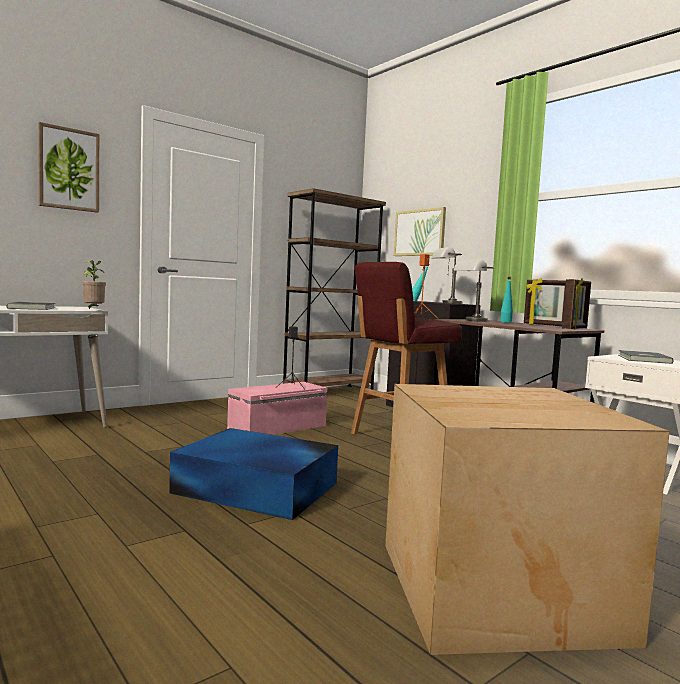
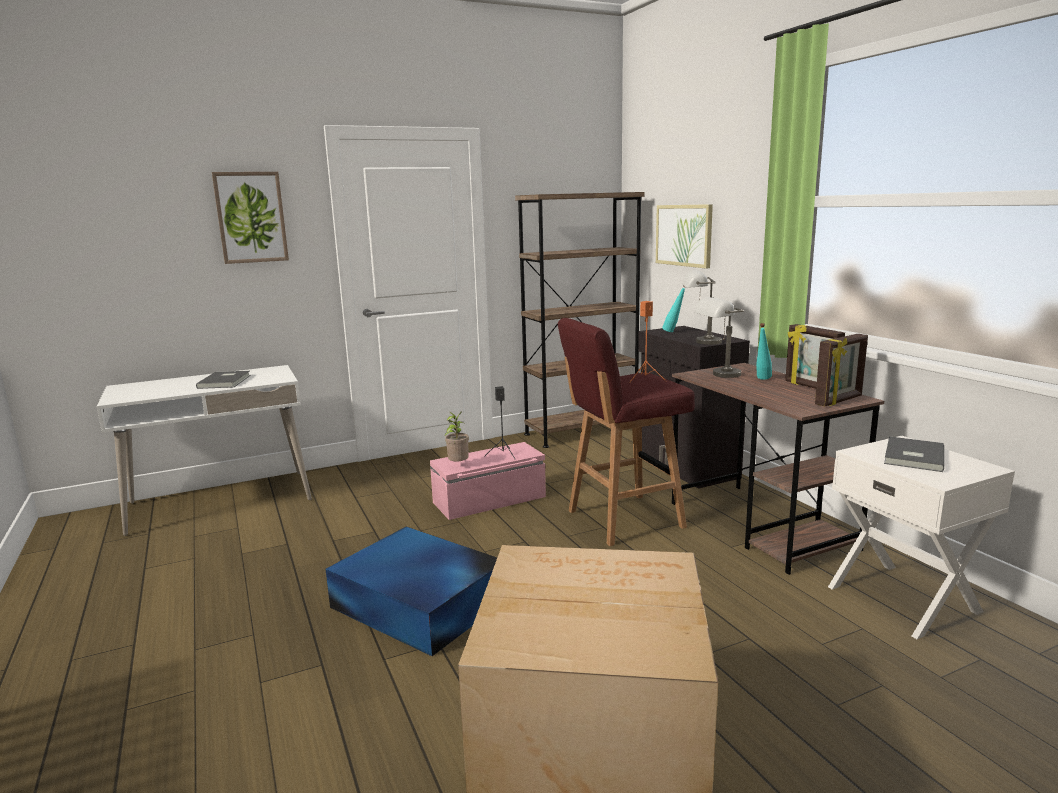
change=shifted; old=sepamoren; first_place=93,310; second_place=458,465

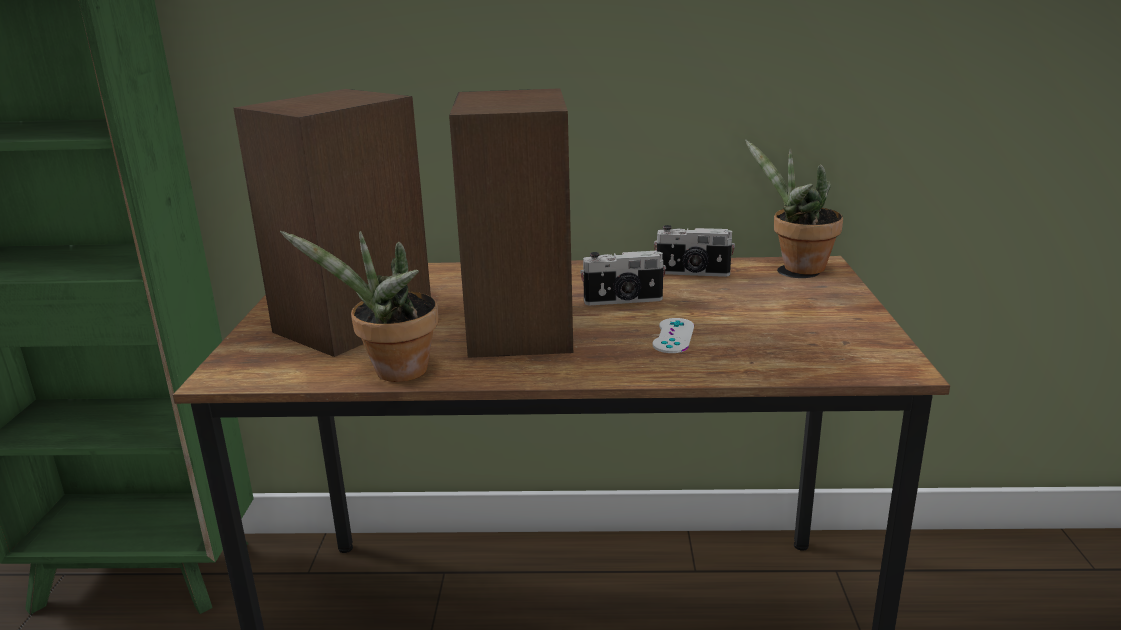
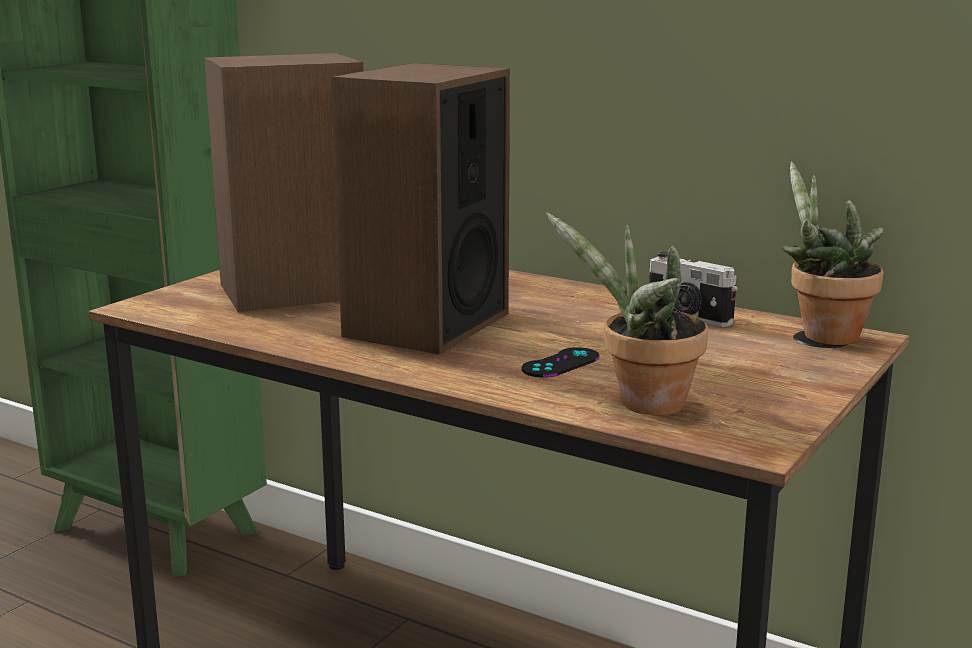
change=gone; old=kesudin; first_place=623,301
change=shifted; old=sepamoren; first_place=393,373; second_place=642,404
change=repainted; old=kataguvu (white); new=kataguvu (black); first_place=673,336; second_place=560,363

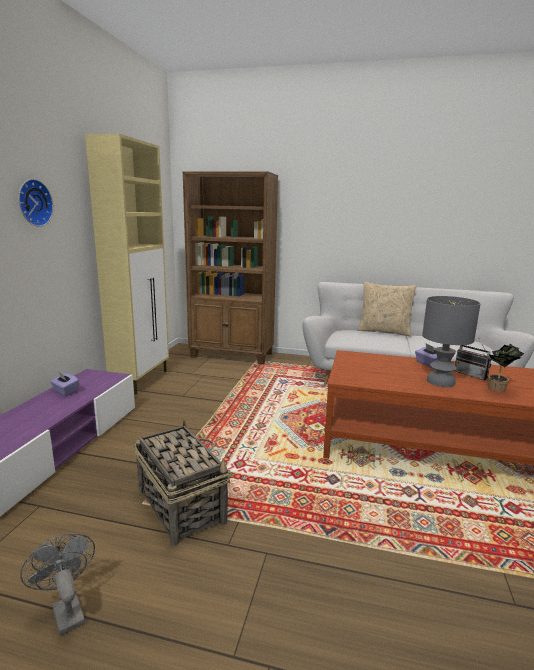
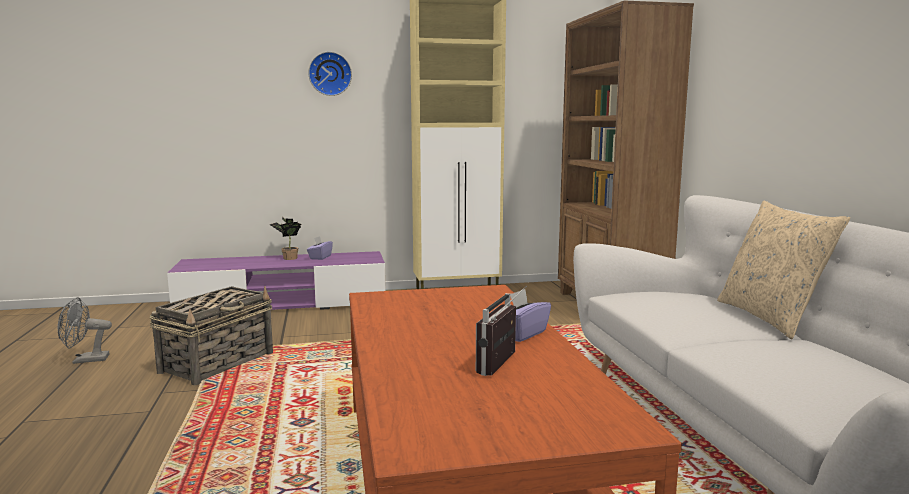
change=gone; old=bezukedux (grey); first_place=441,381
change=shifted; old=sepamoren; first_place=496,389; second_place=288,258
change=rotated; old=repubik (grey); first_place=66,610; second_place=85,360; degrees=-135

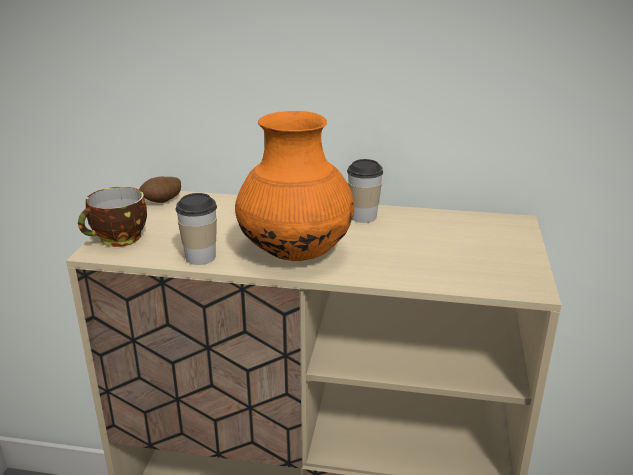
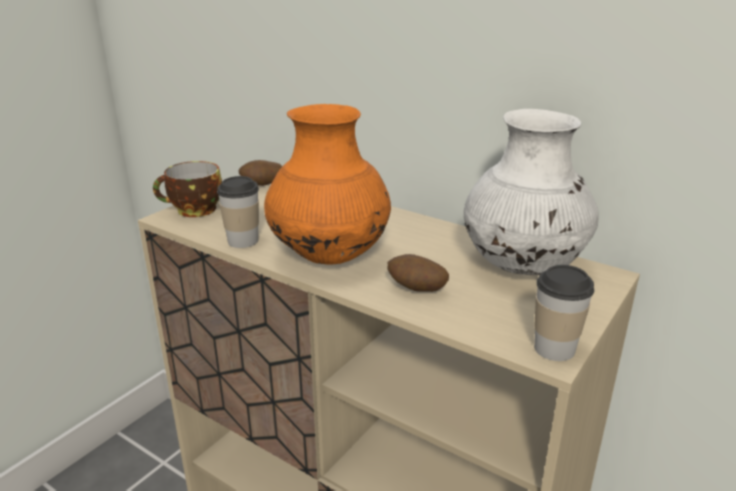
change=new; new=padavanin; second_place=416,289
change=new; new=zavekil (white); second_place=523,268
change=shifted; old=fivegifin; first_place=363,217; second_place=554,348

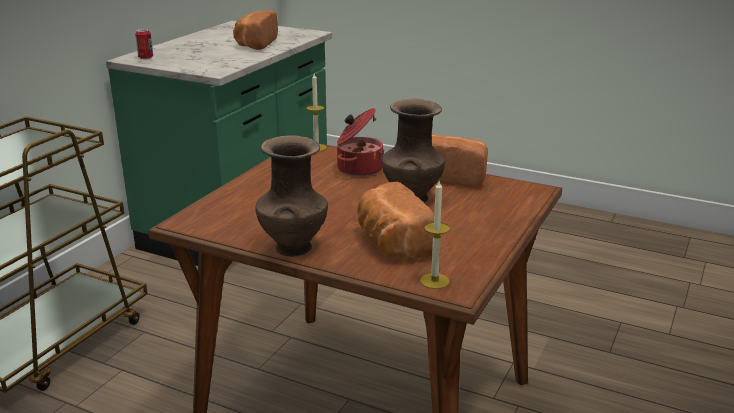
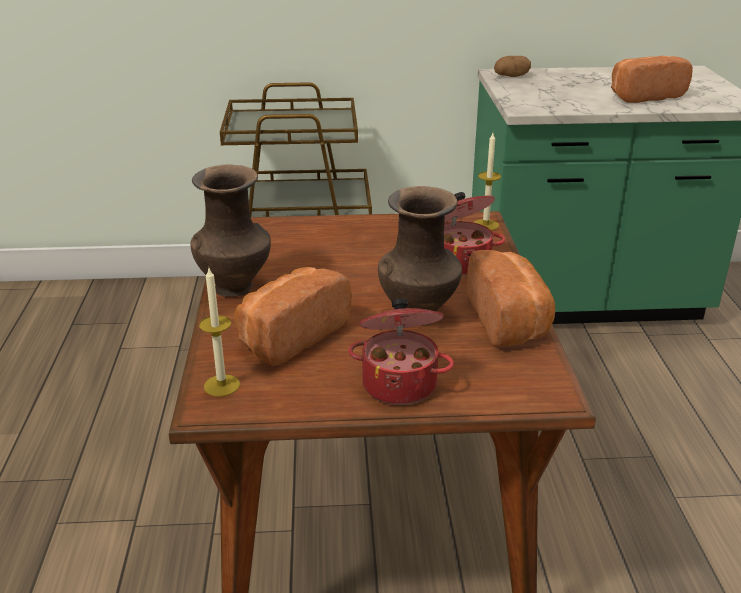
change=new; new=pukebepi; second_place=400,383
change=swapped; old=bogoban; new=padavanin; first_place=145,58; second_place=511,76

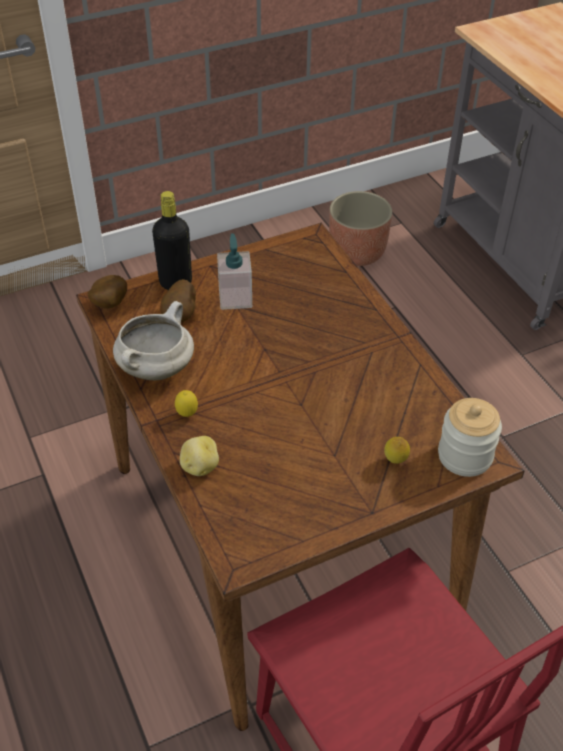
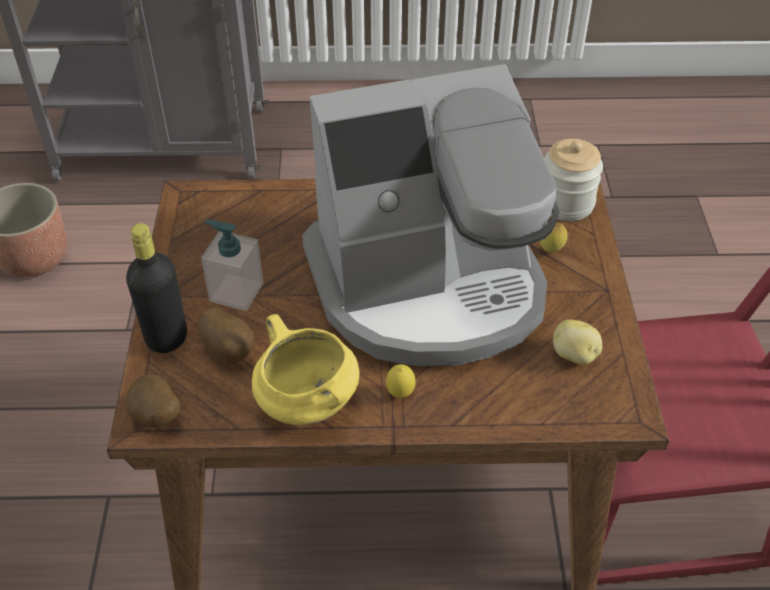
change=new; new=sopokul; second_place=429,287
change=shifted; old=padavanin; first_place=199,466; second_place=574,355
change=repainted; old=pukebepi (white); new=pukebepi (yellow); first_place=156,367; second_place=305,401

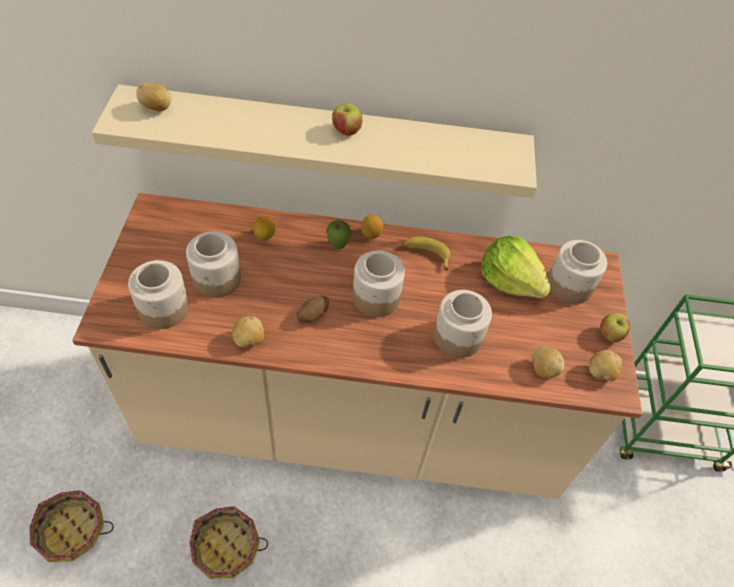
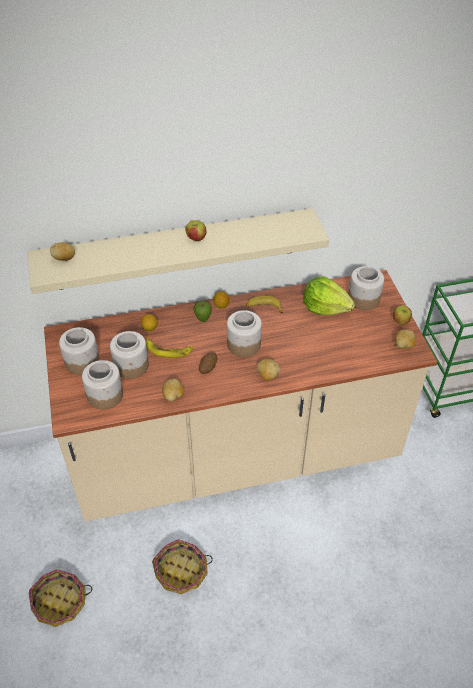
change=new; new=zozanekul; second_place=168,350
change=shifted; old=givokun; first_place=458,336; second_place=82,361
change=shifted; old=padavanin; first_place=542,369; second_place=267,375

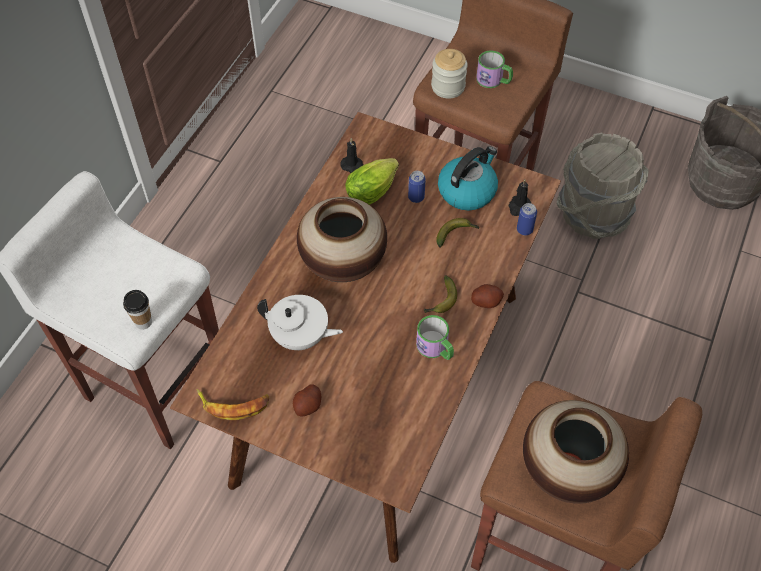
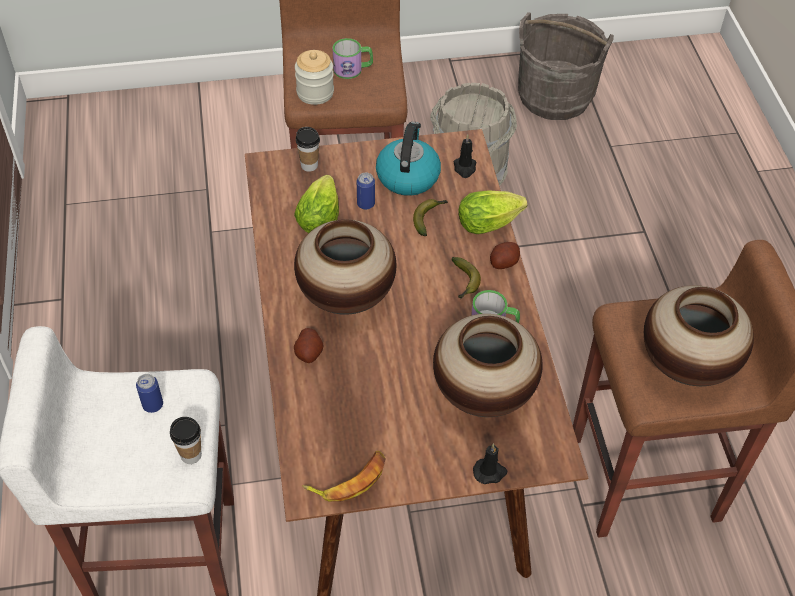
change=gone; old=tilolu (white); first_place=300,337
change=new; new=fivegifin; second_place=309,165
change=new; new=zavekil; second_place=483,393
change=new; new=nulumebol; second_place=491,223
change=shifted; old=padavanin; first_place=308,405; second_place=309,352
change=shifted; old=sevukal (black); first_place=353,166; second_place=490,472
change=shifted; old=bogoban; first_place=524,229; second_place=153,405

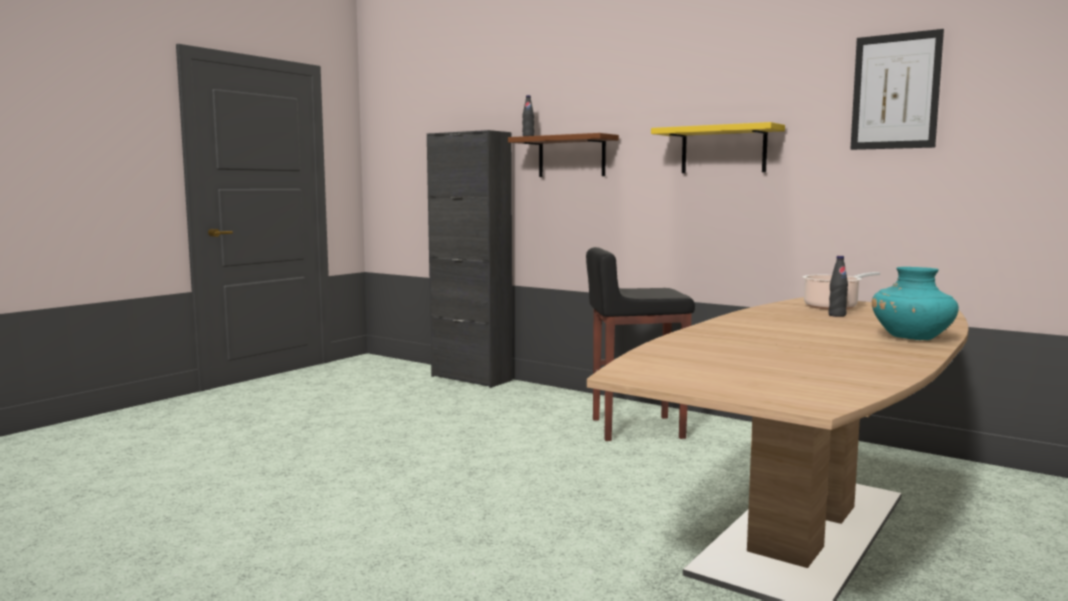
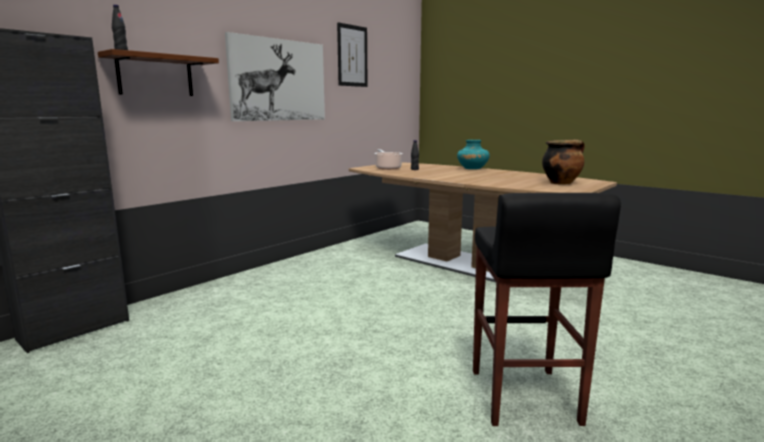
change=new; new=pukebepi; second_place=561,183
change=shifted; old=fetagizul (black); first_place=635,428; second_place=522,397
change=swapped; old=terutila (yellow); new=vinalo; first_place=723,150; second_place=278,80

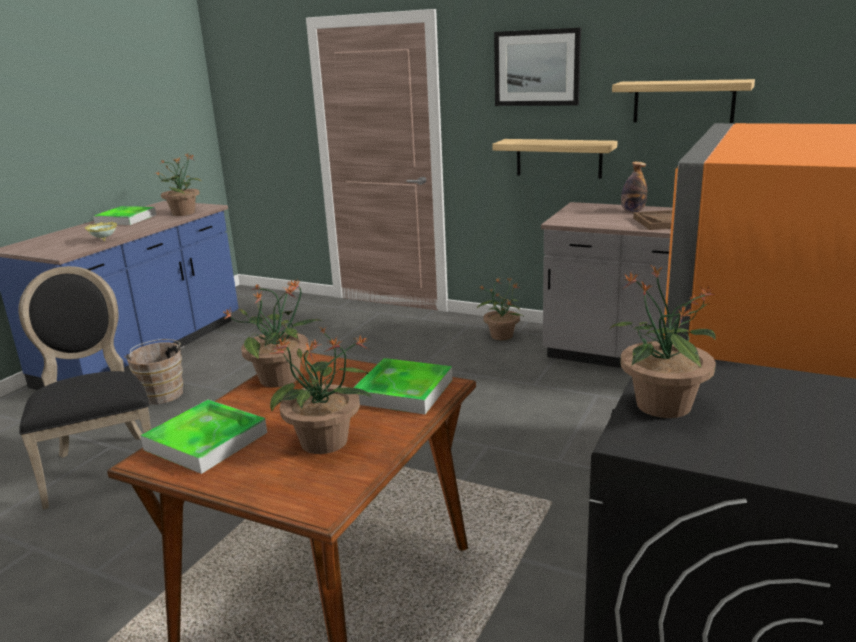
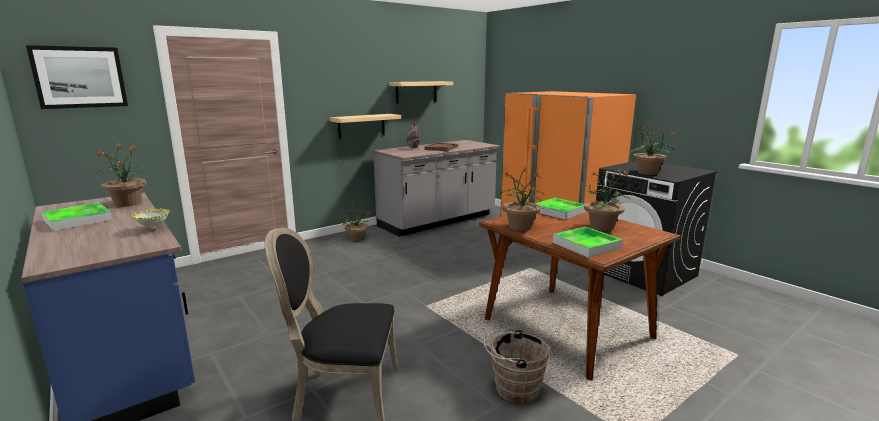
change=shifted; old=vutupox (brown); first_place=162,393; second_place=513,388
change=shifted; old=vinalo; first_place=537,68; second_place=80,77

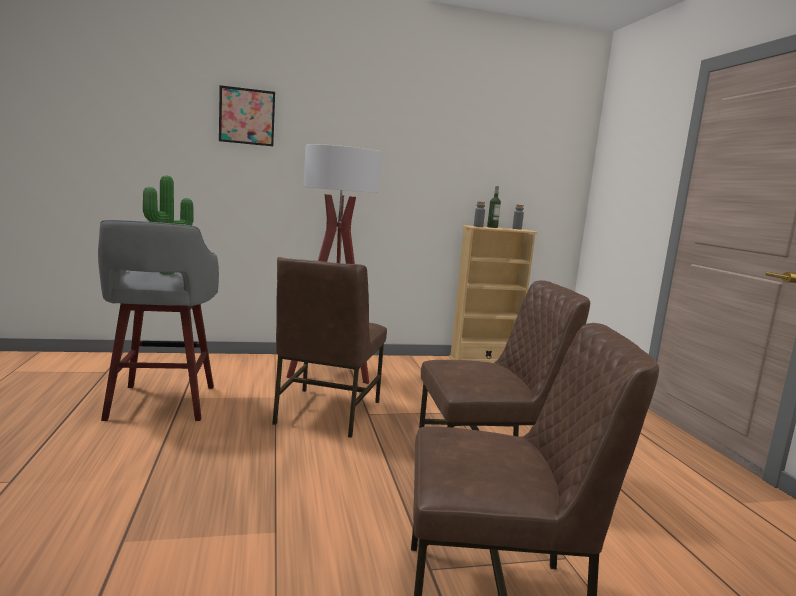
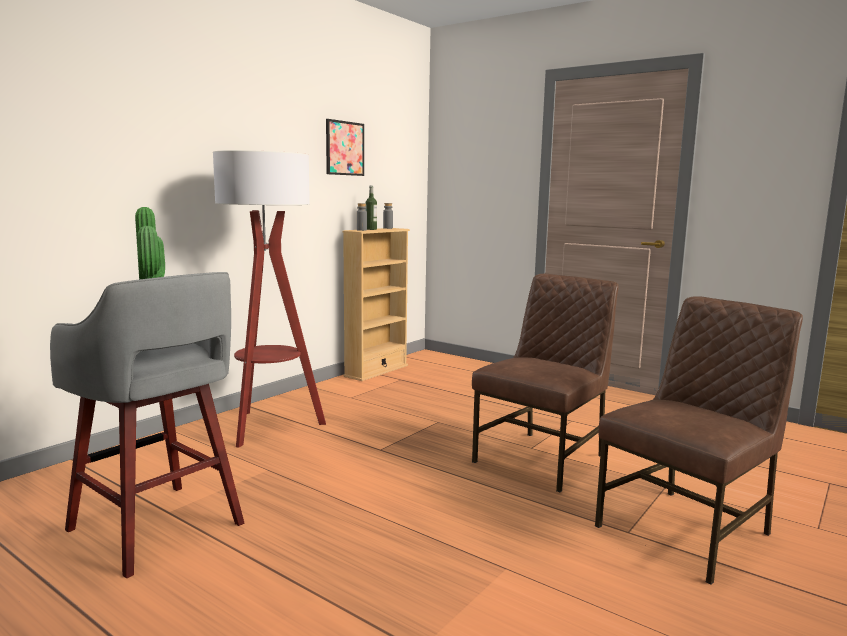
change=gone; old=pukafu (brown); first_place=326,412
change=shifted; old=vinalo; first_place=247,116; second_place=344,148

